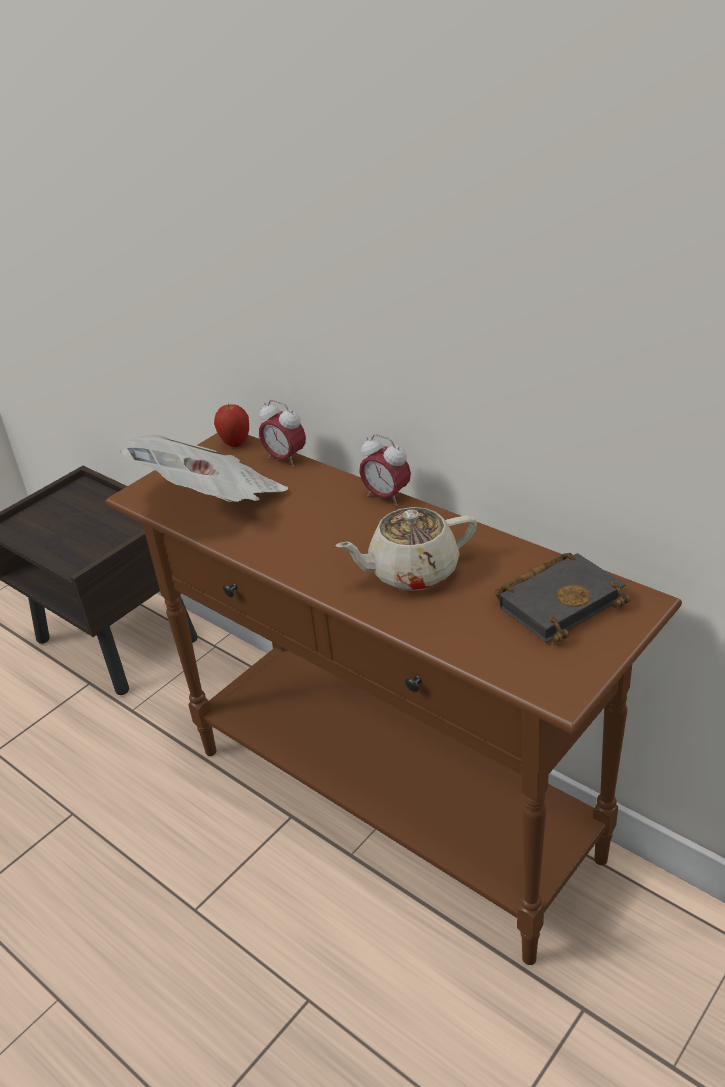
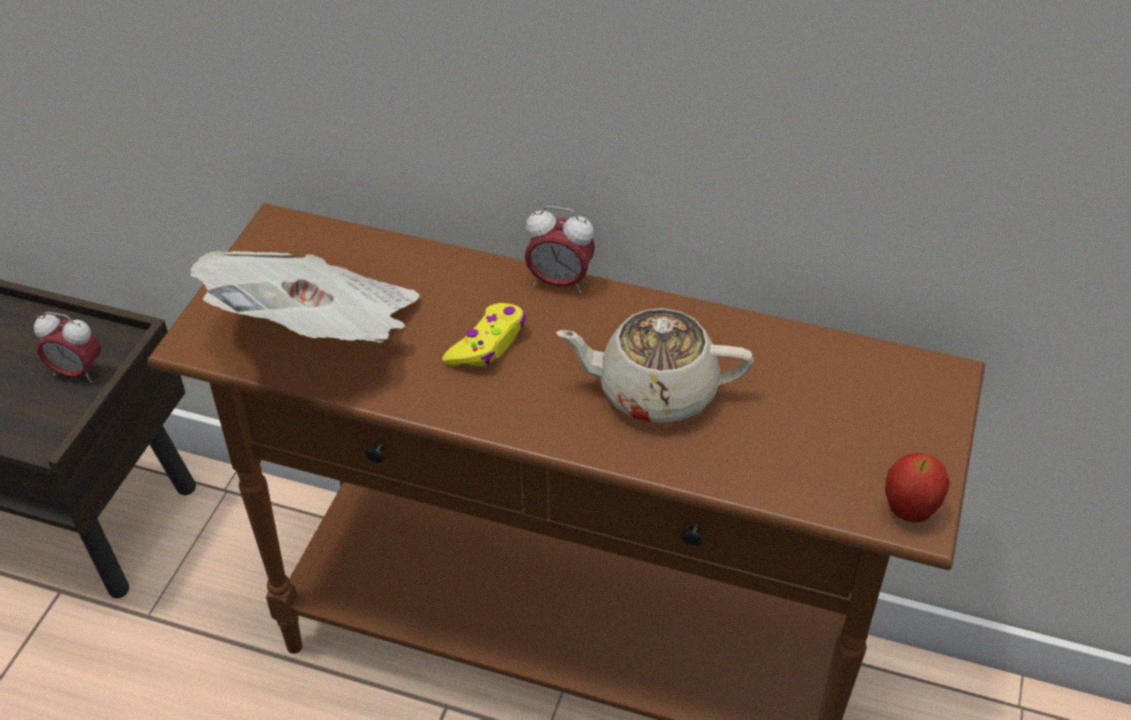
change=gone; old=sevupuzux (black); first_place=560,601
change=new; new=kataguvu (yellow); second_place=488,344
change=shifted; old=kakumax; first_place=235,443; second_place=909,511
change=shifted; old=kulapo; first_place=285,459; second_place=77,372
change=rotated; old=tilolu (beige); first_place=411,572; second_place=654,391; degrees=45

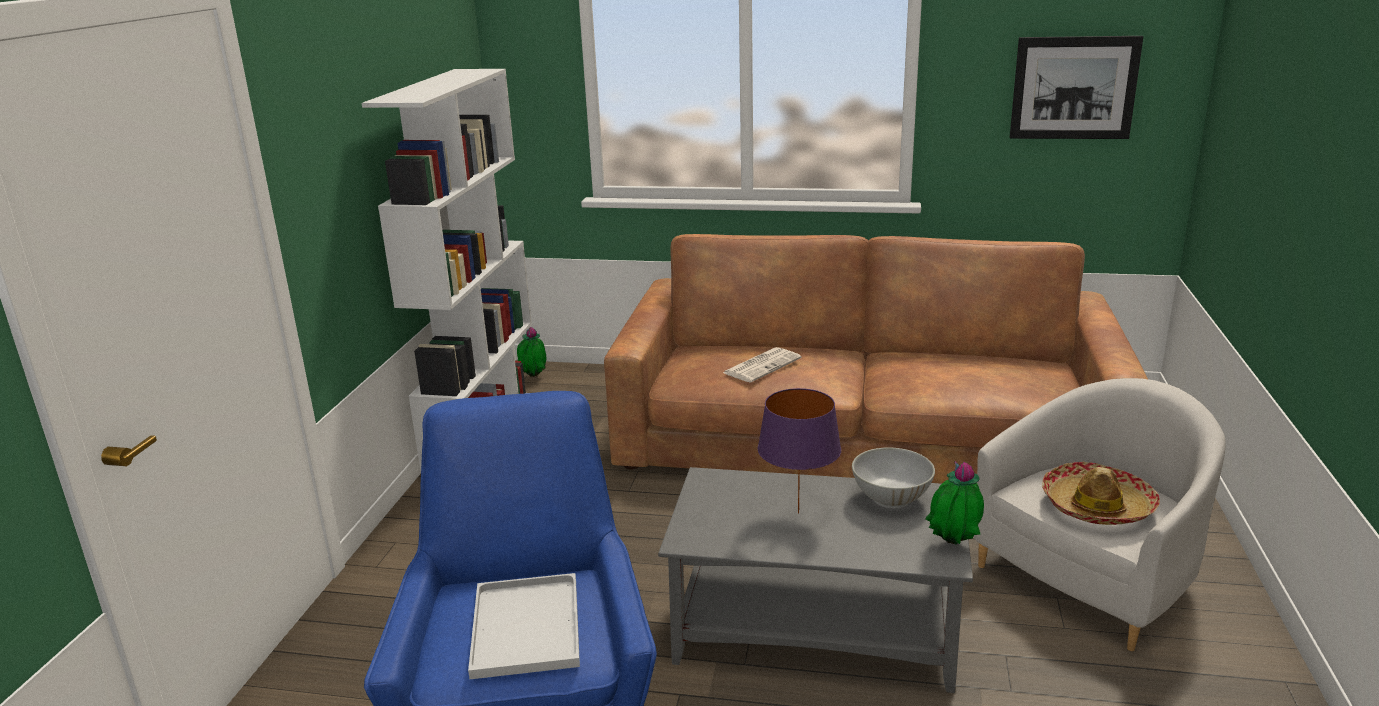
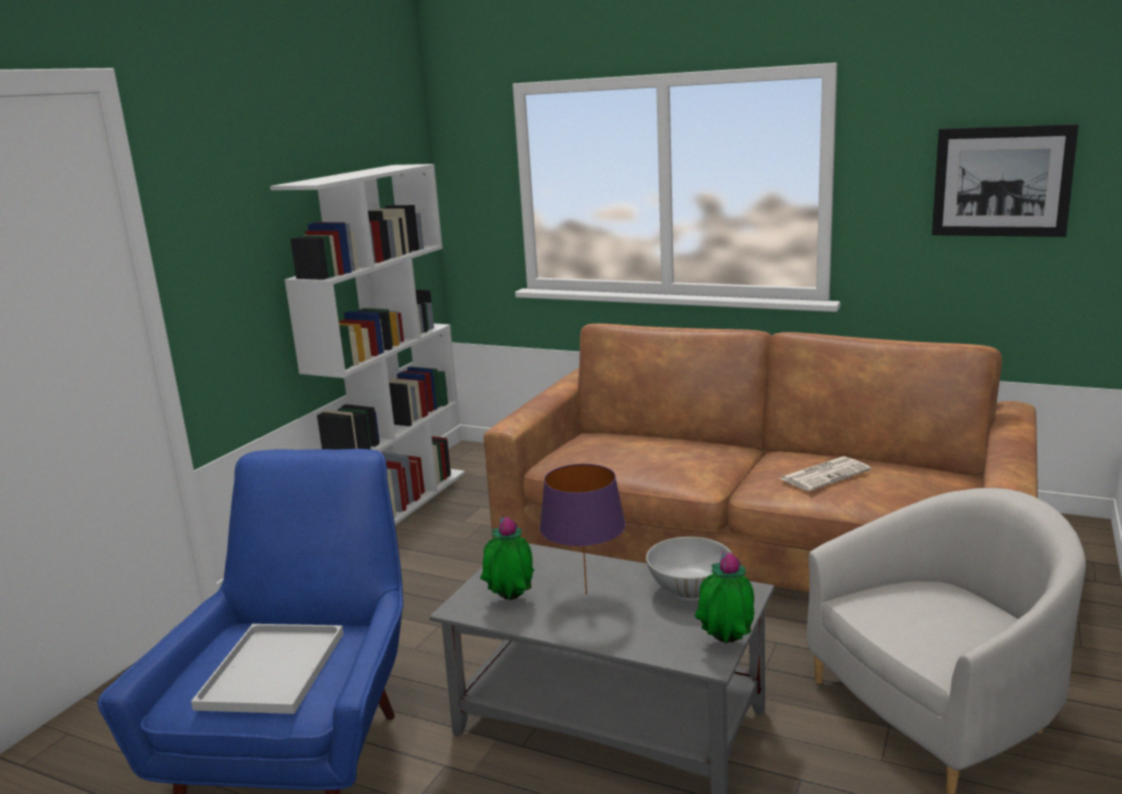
change=gone; old=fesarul; first_place=1097,506
change=shifted; old=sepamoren; first_place=533,377; second_place=510,602
change=shifted; old=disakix; first_place=762,365; second_place=825,474

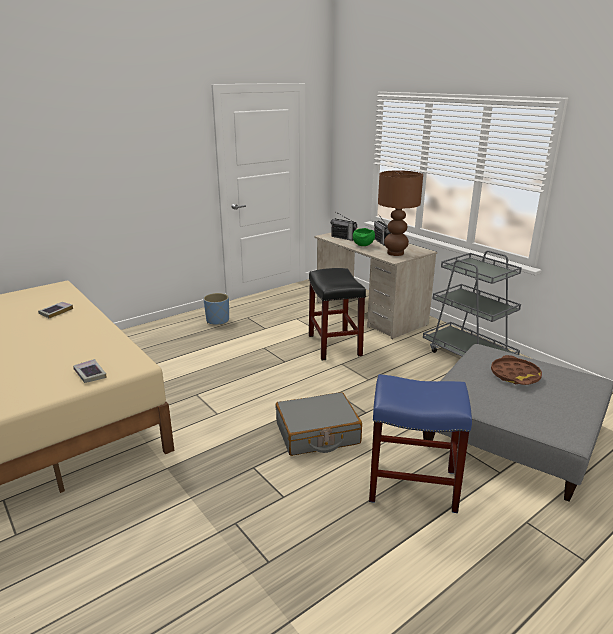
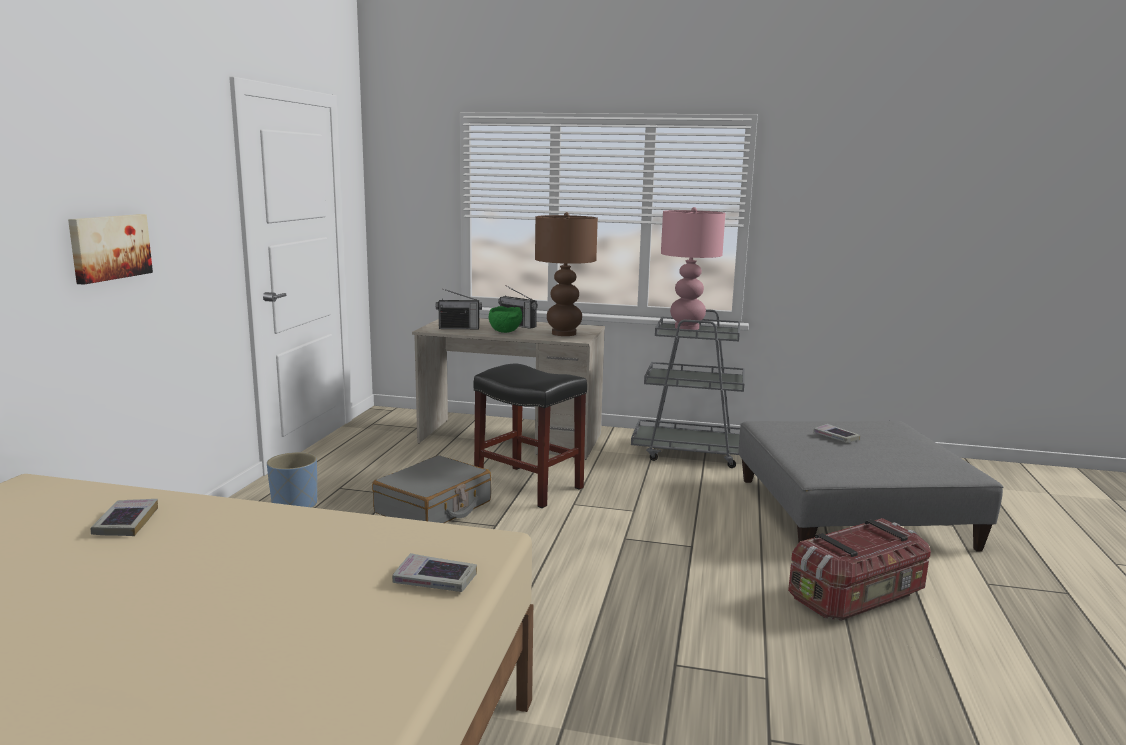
change=new; new=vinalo; second_place=109,247
change=new; new=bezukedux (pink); second_place=687,328
change=shifted; old=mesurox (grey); first_place=317,434; second_place=434,507
change=swapped; old=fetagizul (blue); new=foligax; first_place=413,485; second_place=858,597
change=swapped; old=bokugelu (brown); new=sevupuzux; first_place=515,375; second_place=836,437

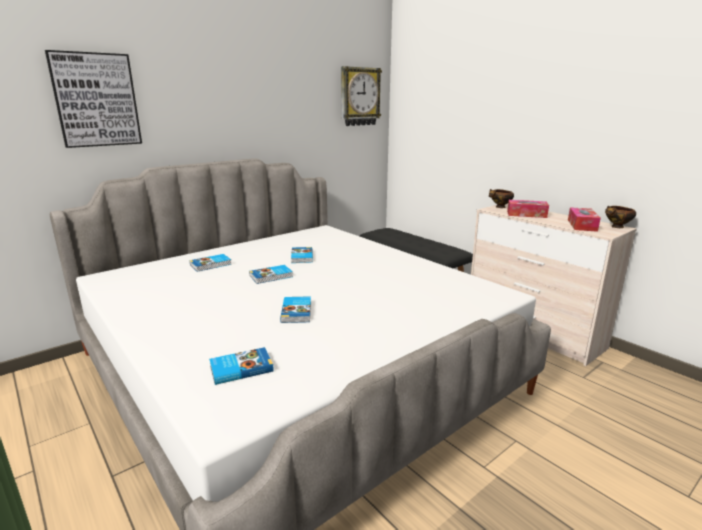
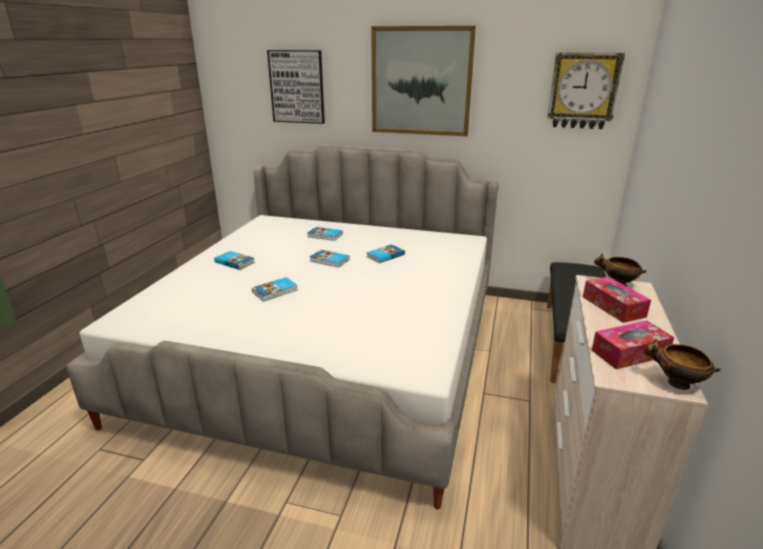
change=new; new=vinalo; second_place=421,81
change=shifted; old=sevupuzux; first_place=240,368; second_place=235,262

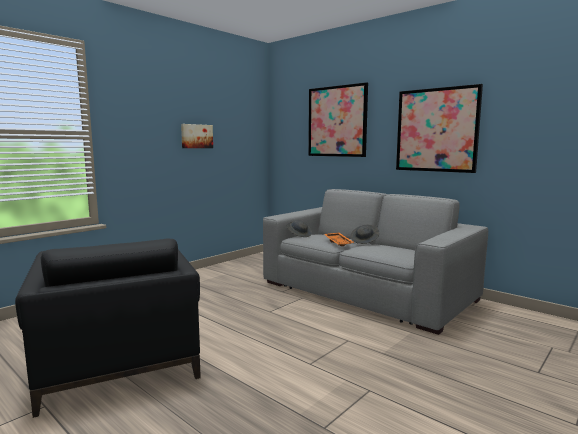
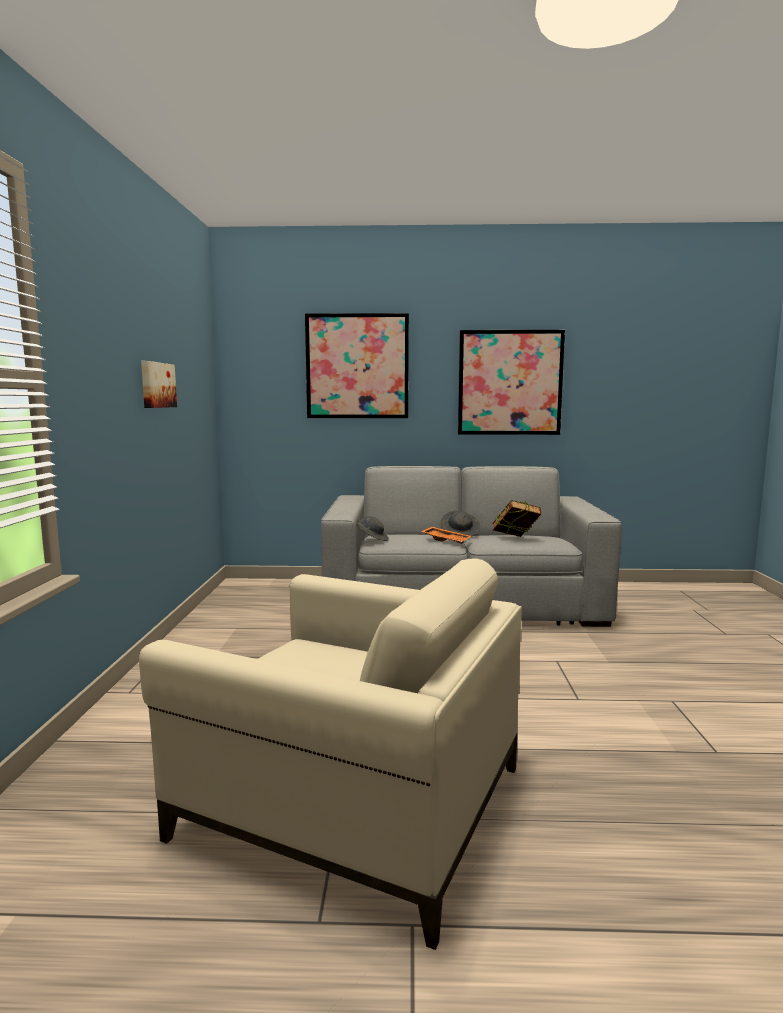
change=new; new=sevupuzux; second_place=515,539
change=repainted; old=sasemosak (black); new=sasemosak (beige); first_place=118,357; second_place=351,801

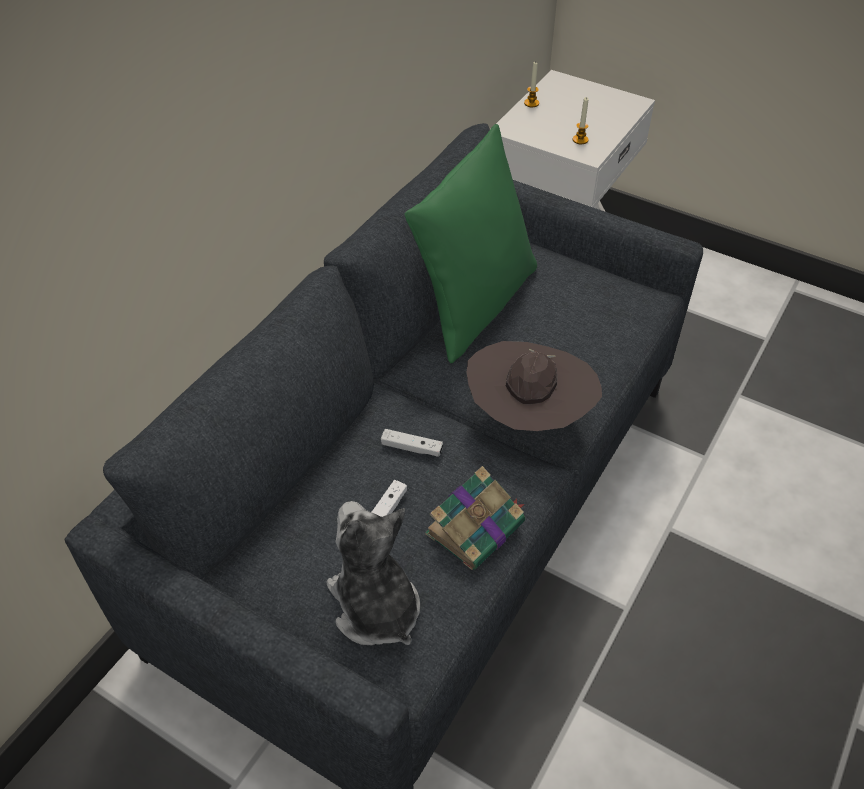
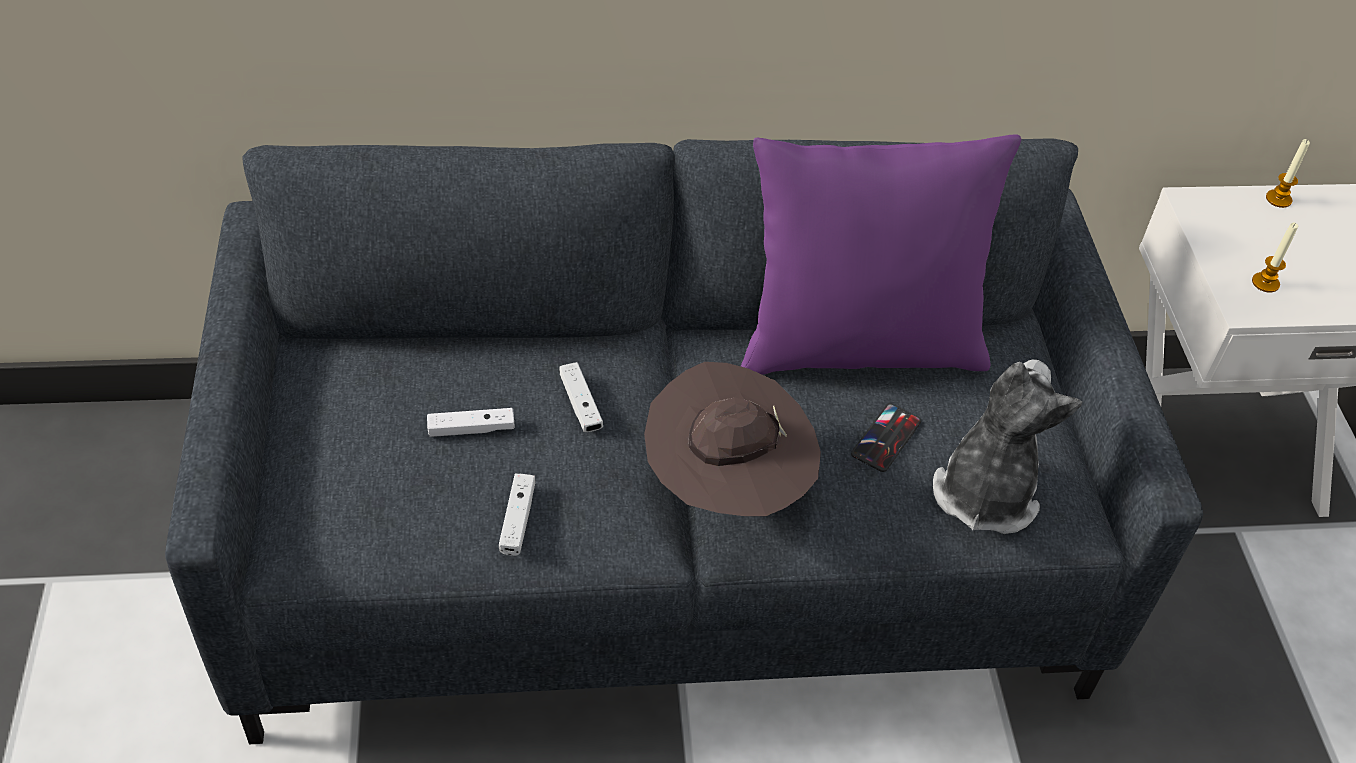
change=new; new=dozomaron; second_place=886,438
change=shifted; old=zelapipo; first_place=375,606; second_place=985,492
change=swapped; old=sevupuzux; new=kataguvu (white); first_place=476,527; second_place=517,520
change=repainted; old=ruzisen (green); new=ruzisen (purple); first_place=474,305; second_place=858,346

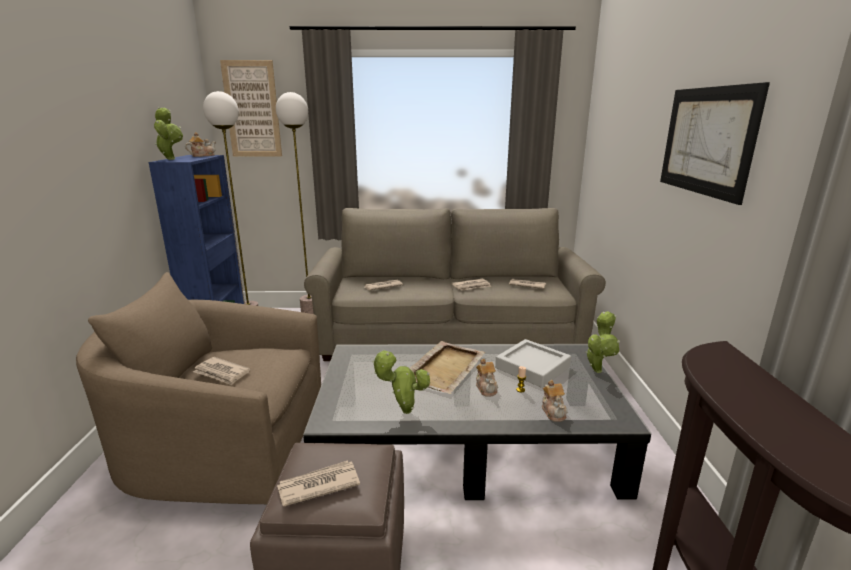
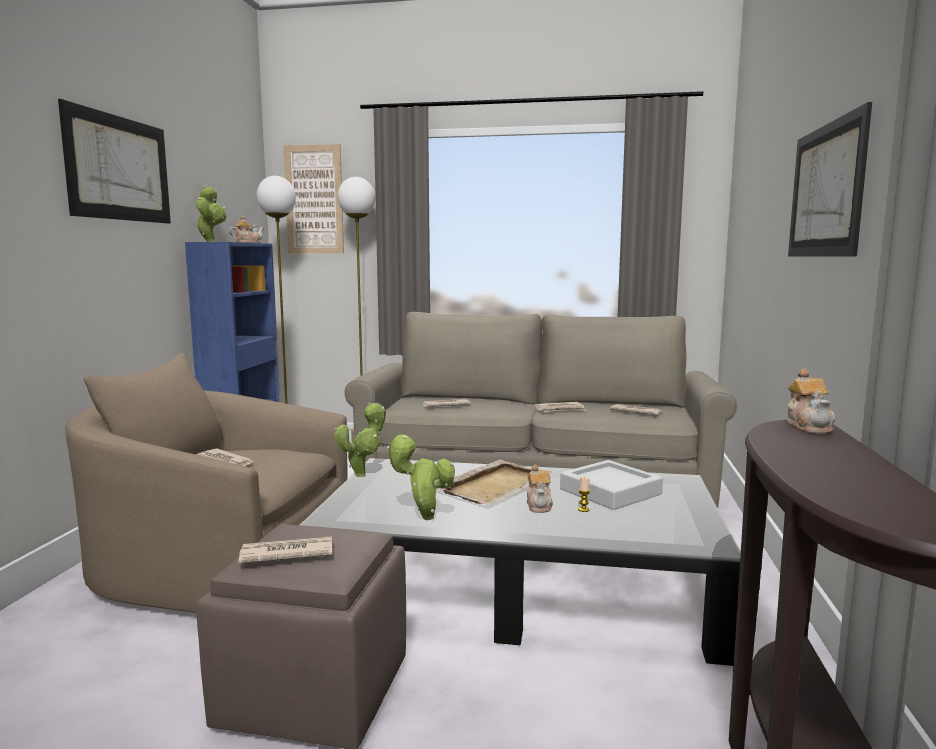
change=new; new=vinalo; second_place=119,168
change=shifted; old=tilolu; first_place=553,412; second_place=809,426
change=shifted; old=sepamoren; first_place=598,369; second_place=363,474

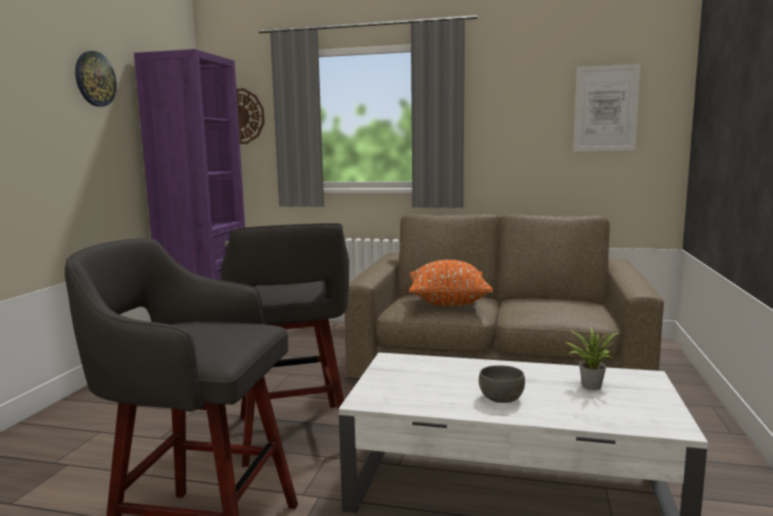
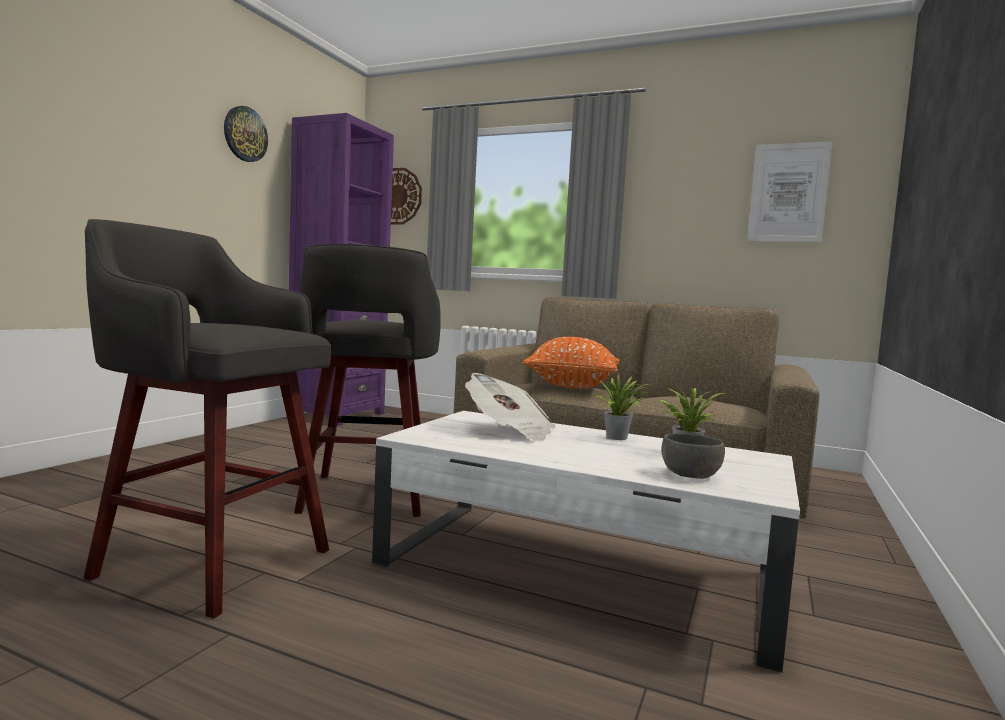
change=new; new=disakix; second_place=510,431
change=new; new=sepamoren; second_place=619,438
change=shifted; old=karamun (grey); first_place=500,398; second_place=689,474

